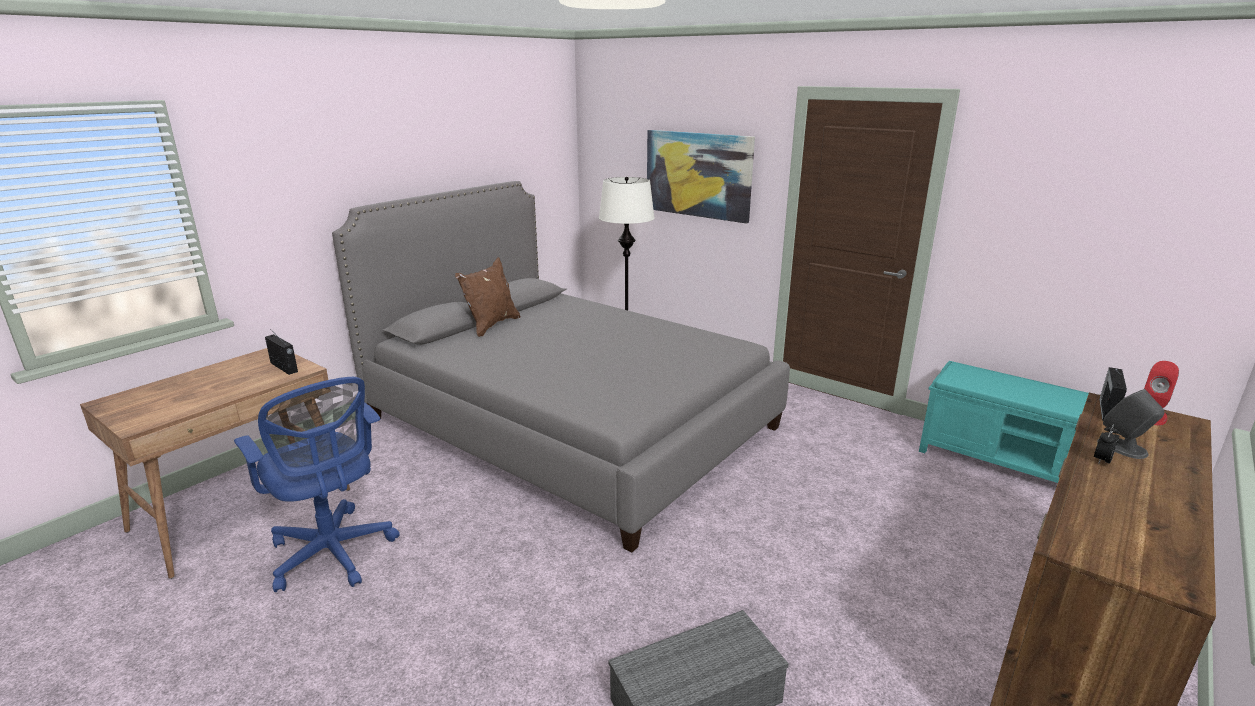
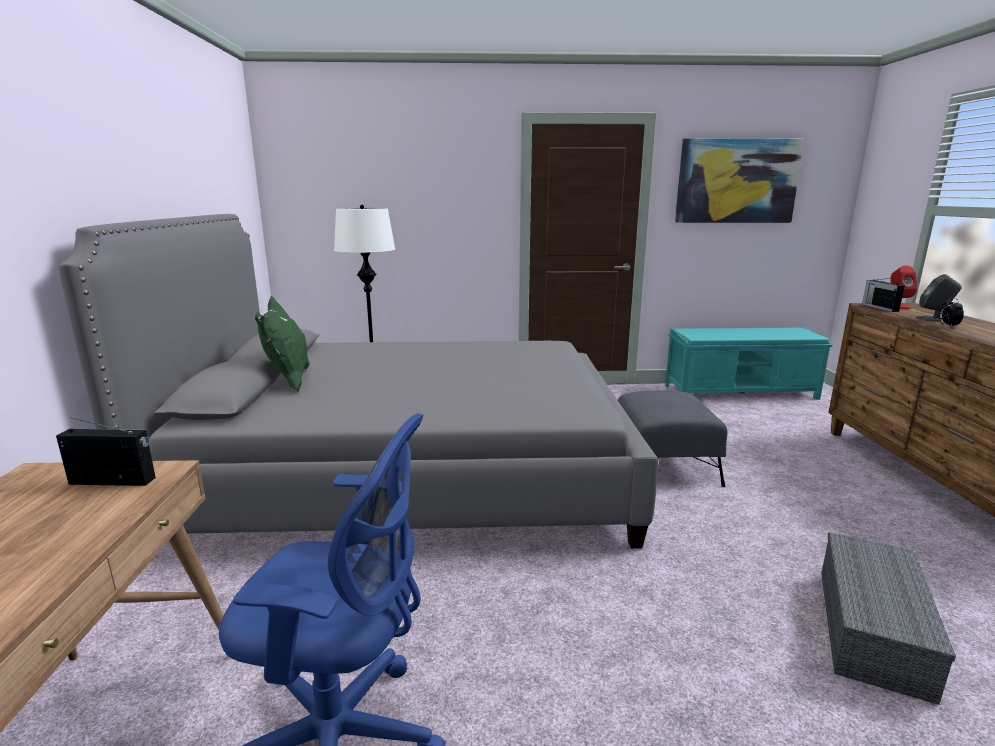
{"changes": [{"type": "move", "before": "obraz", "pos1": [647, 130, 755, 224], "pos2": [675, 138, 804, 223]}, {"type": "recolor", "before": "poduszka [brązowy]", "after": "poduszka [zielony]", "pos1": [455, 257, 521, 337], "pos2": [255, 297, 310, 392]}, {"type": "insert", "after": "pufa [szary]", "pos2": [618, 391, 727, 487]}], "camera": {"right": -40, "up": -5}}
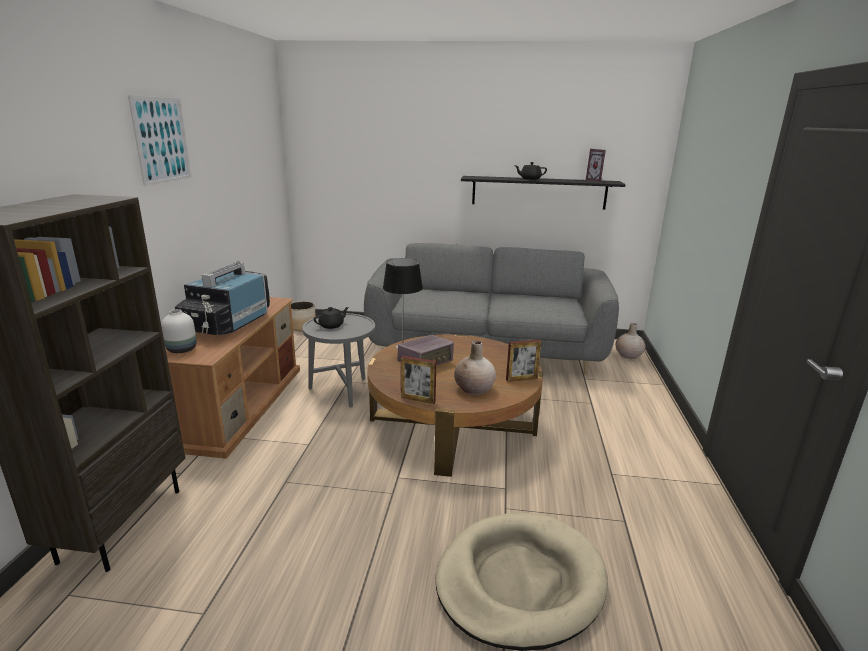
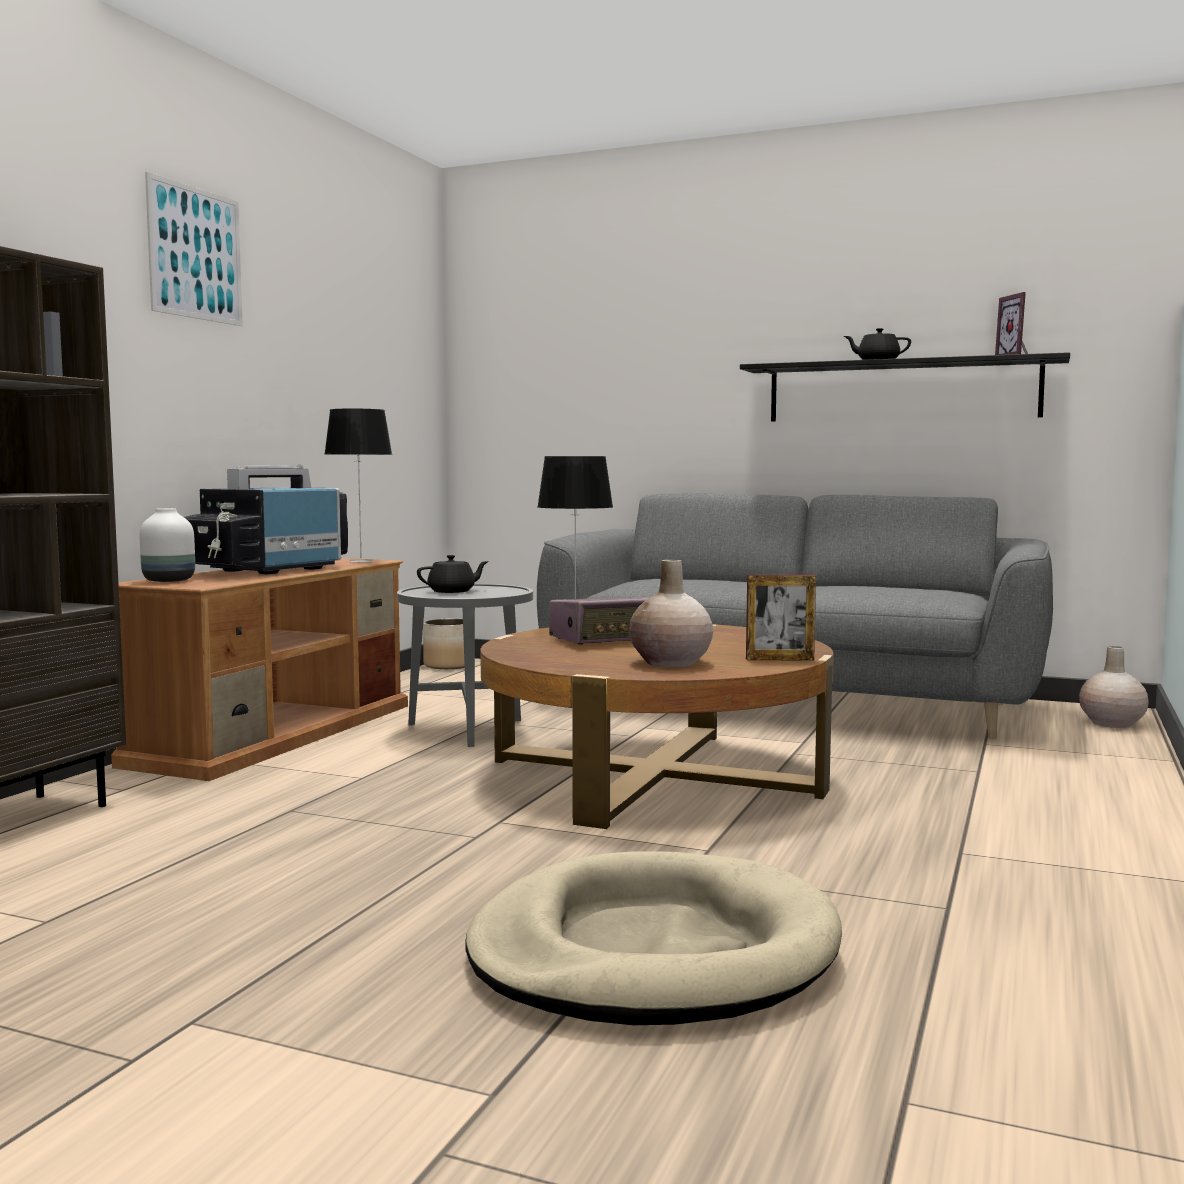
{"changes": [{"type": "delete", "before": "ramka na zdjęcie", "pos1": [401, 356, 436, 404]}, {"type": "insert", "after": "lampa stołowa", "pos2": [324, 409, 392, 562]}], "camera": {"right": 15, "up": -15}}
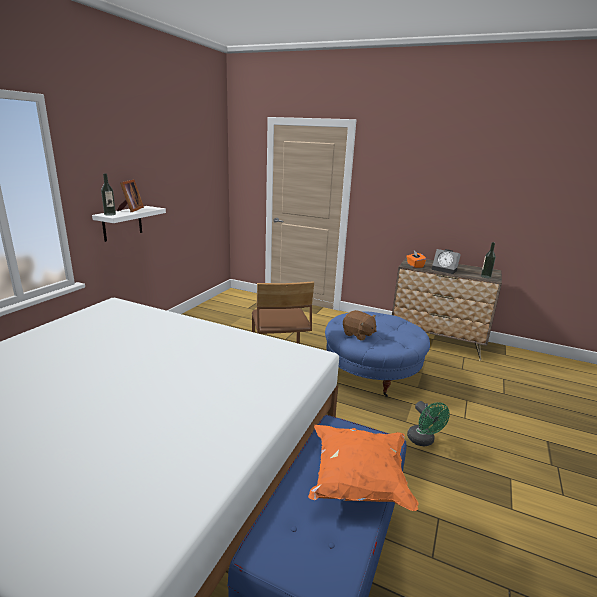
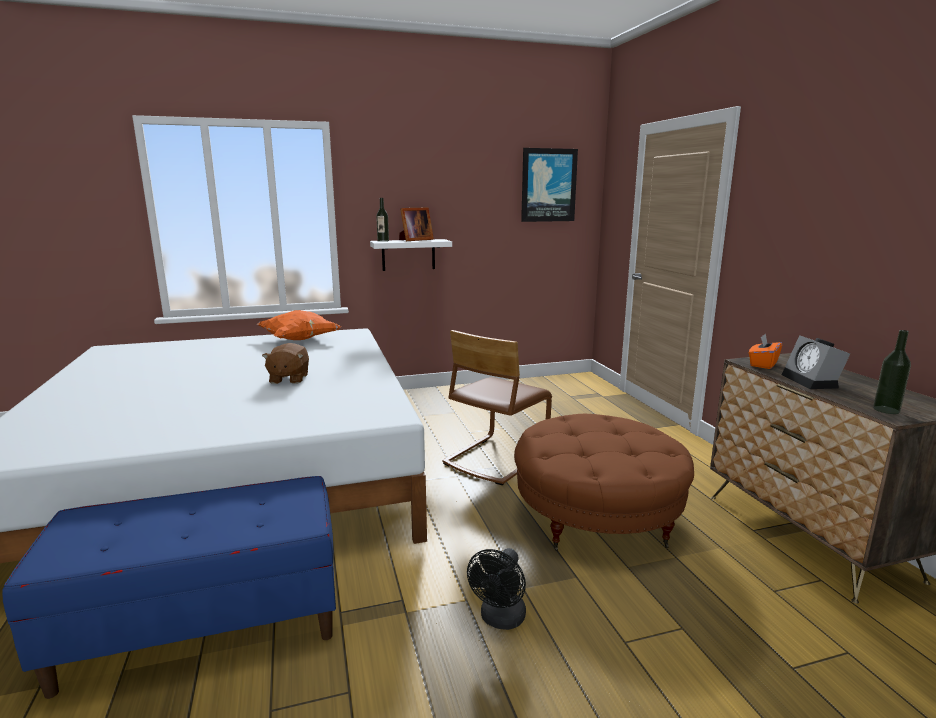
{"changes": [{"type": "move", "before": "pluszak [brązowy]", "pos1": [343, 310, 377, 341], "pos2": [262, 343, 309, 384]}, {"type": "recolor", "before": "pufa [niebieski]", "after": "pufa [brązowy]", "pos1": [325, 311, 430, 397], "pos2": [514, 414, 694, 551]}, {"type": "recolor", "before": "wentylator [zielony]", "after": "wentylator [czarny]", "pos1": [407, 401, 450, 446], "pos2": [467, 548, 526, 630]}, {"type": "move", "before": "poduszka [pomarańczowy]", "pos1": [308, 425, 419, 511], "pos2": [256, 310, 341, 340]}, {"type": "insert", "after": "obraz", "pos2": [521, 148, 578, 222]}], "camera": {"right": 50, "up": -5}}
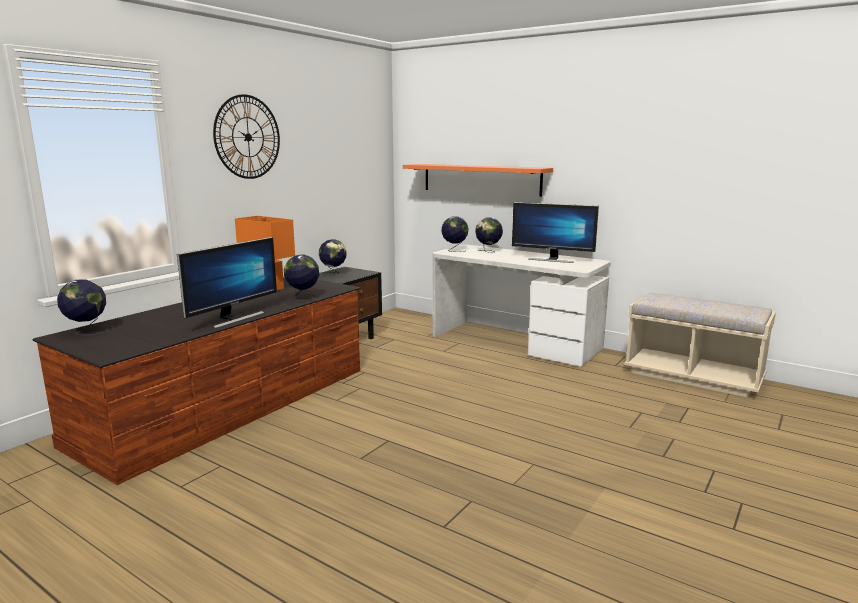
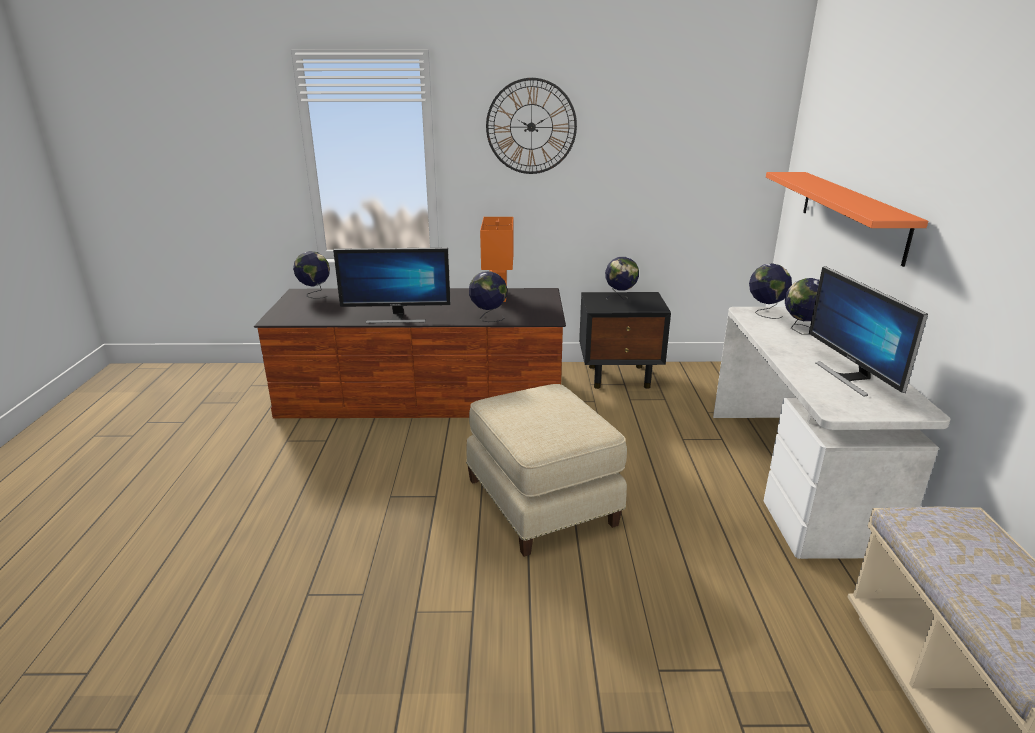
{"changes": [{"type": "insert", "after": "pufa [beżowy]", "pos2": [466, 384, 627, 557]}], "camera": {"right": 55, "up": 10}}
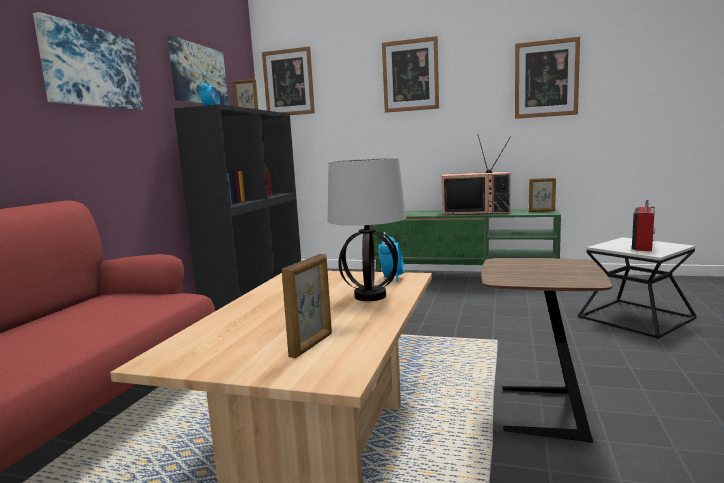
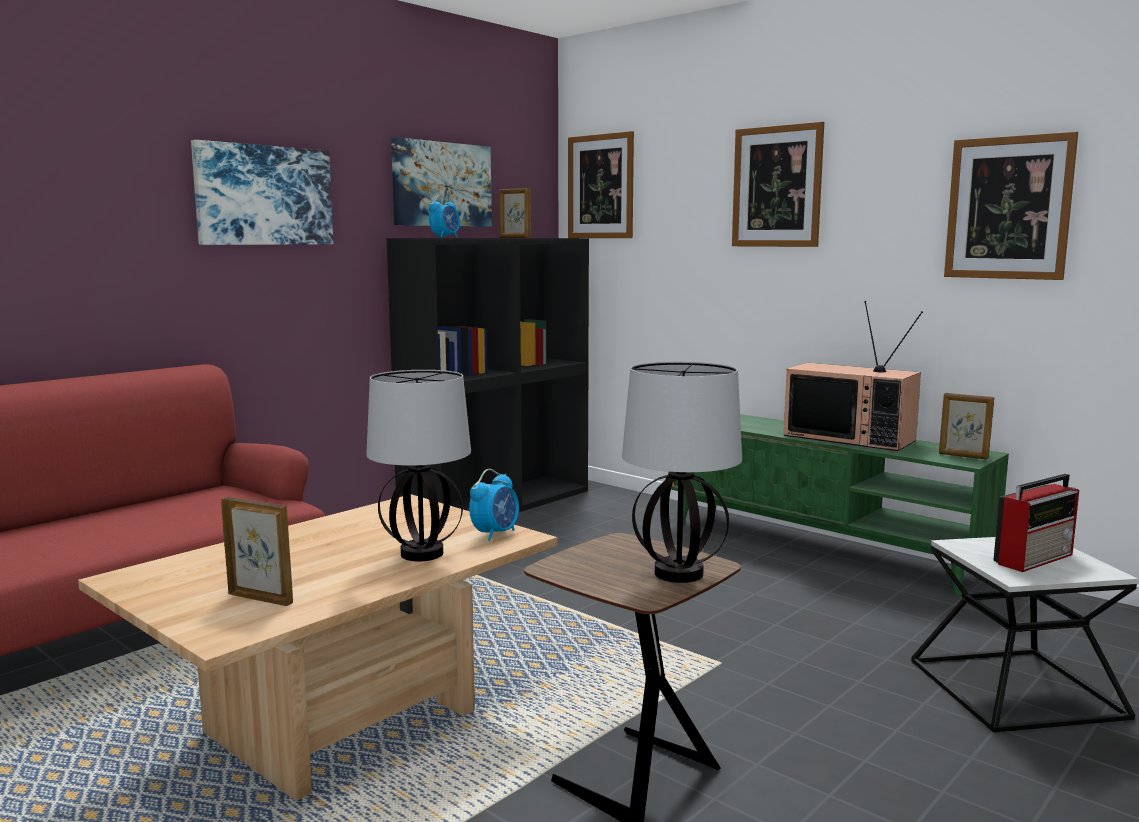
{"changes": [{"type": "rotate", "before": "ramka na zdjęcie", "pos1": [282, 254, 332, 358], "pos2": [221, 497, 293, 606], "turn": -120}, {"type": "insert", "after": "lampa stołowa", "pos2": [622, 361, 742, 583]}], "camera": {"right": 25, "up": 0}}
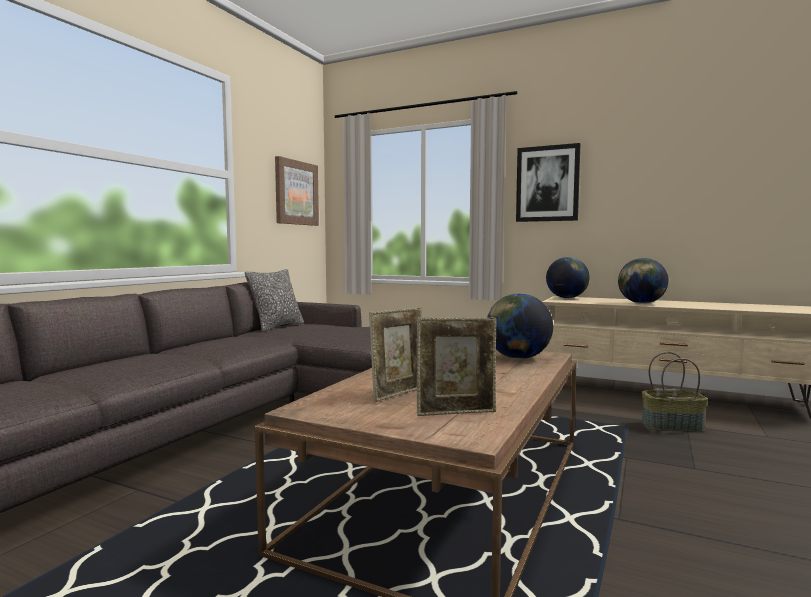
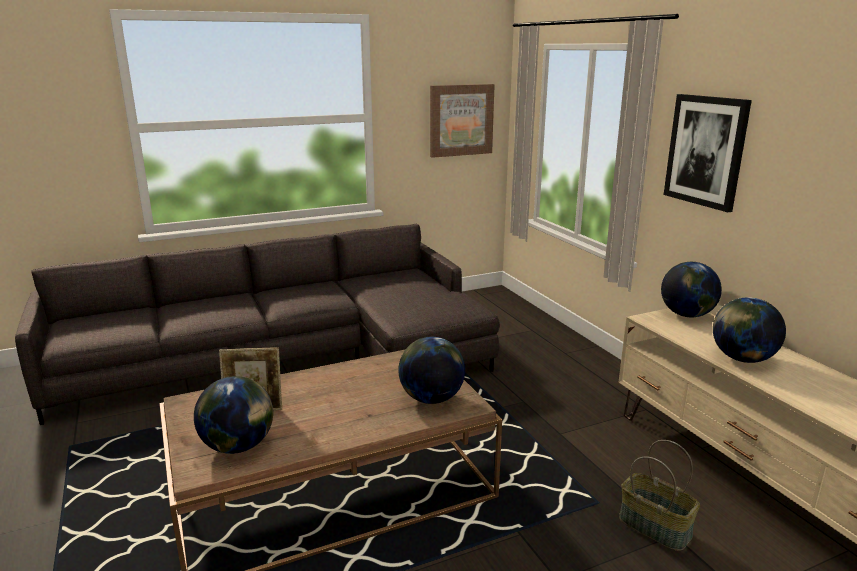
{"changes": [{"type": "delete", "before": "poduszka", "pos1": [245, 269, 304, 332]}, {"type": "replace", "before": "ramka na zdjęcie", "after": "globus", "pos1": [417, 317, 497, 416], "pos2": [194, 376, 273, 454]}], "camera": {"right": 40, "up": 15}}
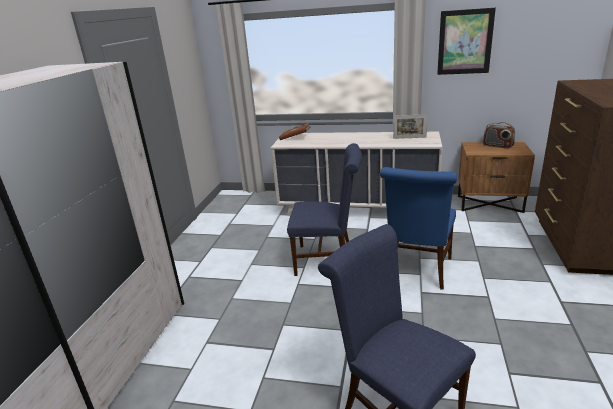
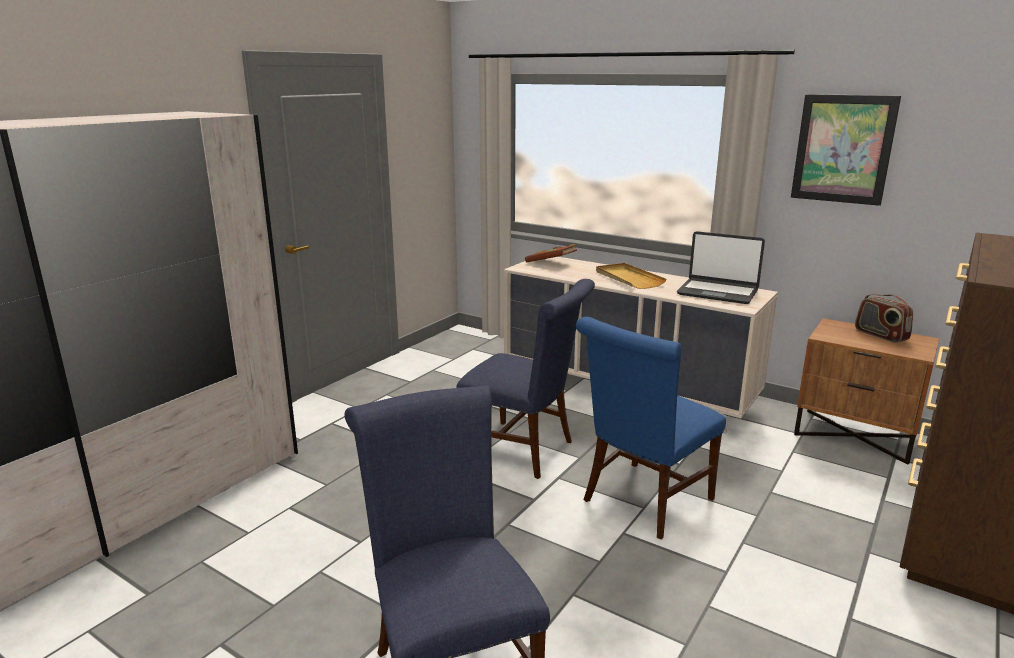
{"changes": [{"type": "replace", "before": "ramka na zdjęcie", "after": "laptop", "pos1": [393, 114, 428, 139], "pos2": [677, 231, 765, 304]}, {"type": "insert", "after": "taca [beżowy]", "pos2": [596, 263, 666, 289]}], "camera": {"right": 20, "up": -5}}
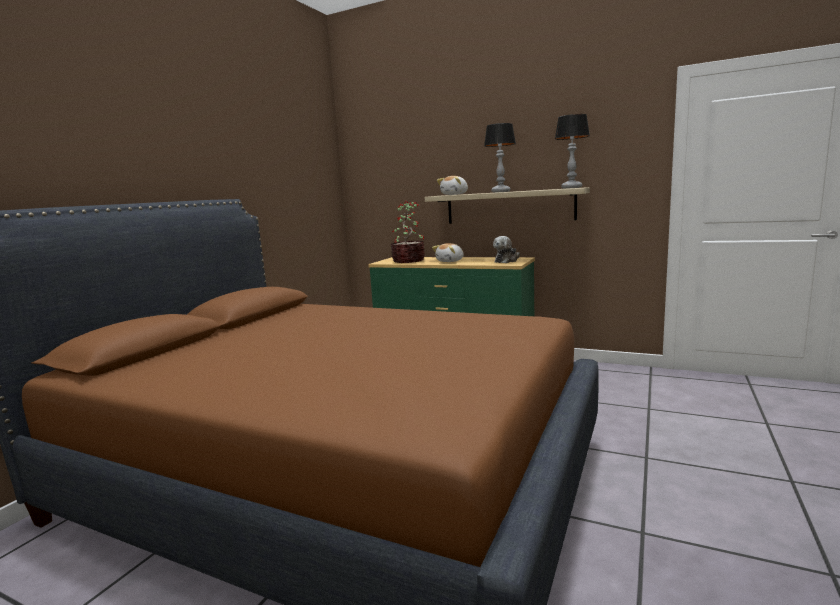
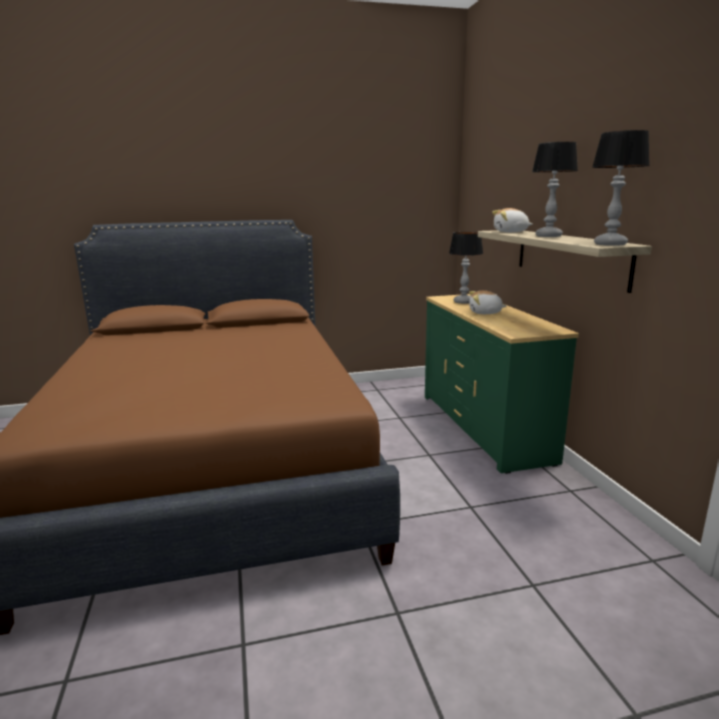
{"changes": [{"type": "replace", "before": "roślina doniczkowa", "after": "lampa stołowa", "pos1": [391, 201, 425, 263], "pos2": [449, 232, 483, 304]}, {"type": "delete", "before": "pluszak", "pos1": [493, 236, 520, 263]}], "camera": {"right": 50, "up": 5}}
